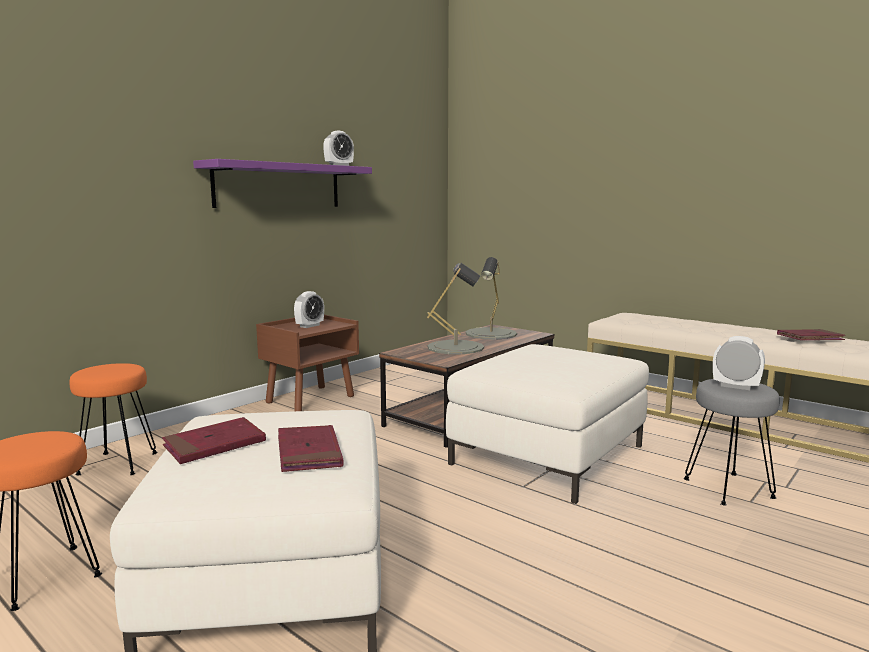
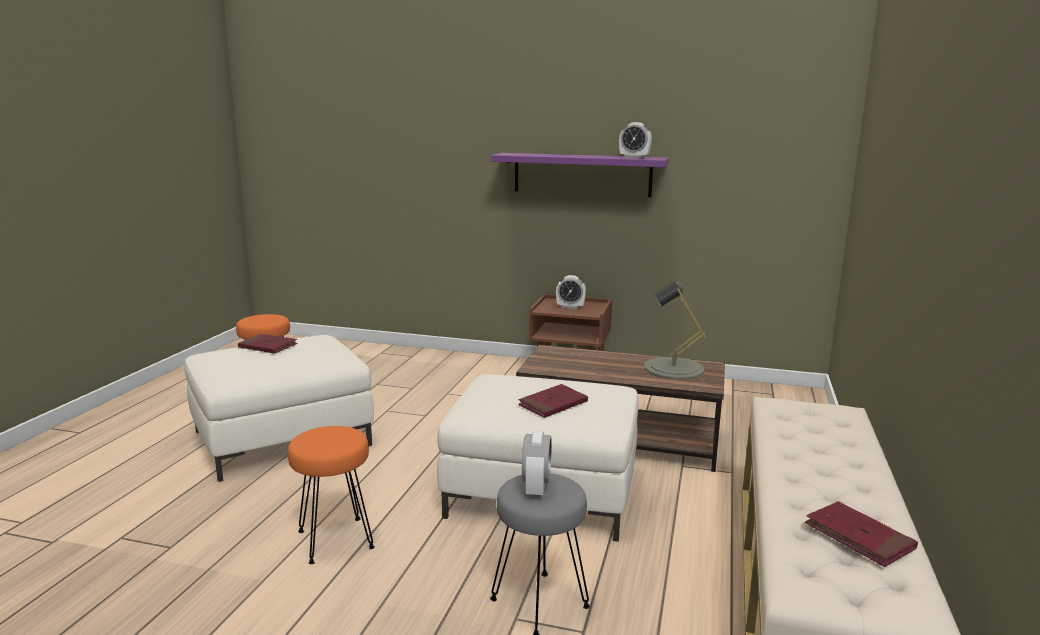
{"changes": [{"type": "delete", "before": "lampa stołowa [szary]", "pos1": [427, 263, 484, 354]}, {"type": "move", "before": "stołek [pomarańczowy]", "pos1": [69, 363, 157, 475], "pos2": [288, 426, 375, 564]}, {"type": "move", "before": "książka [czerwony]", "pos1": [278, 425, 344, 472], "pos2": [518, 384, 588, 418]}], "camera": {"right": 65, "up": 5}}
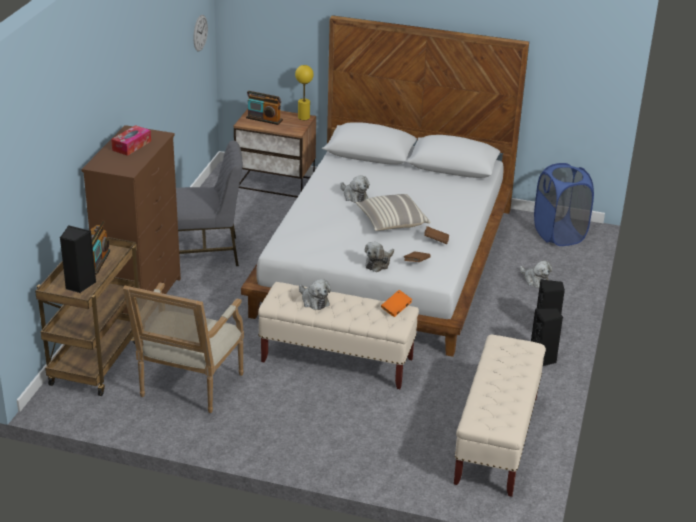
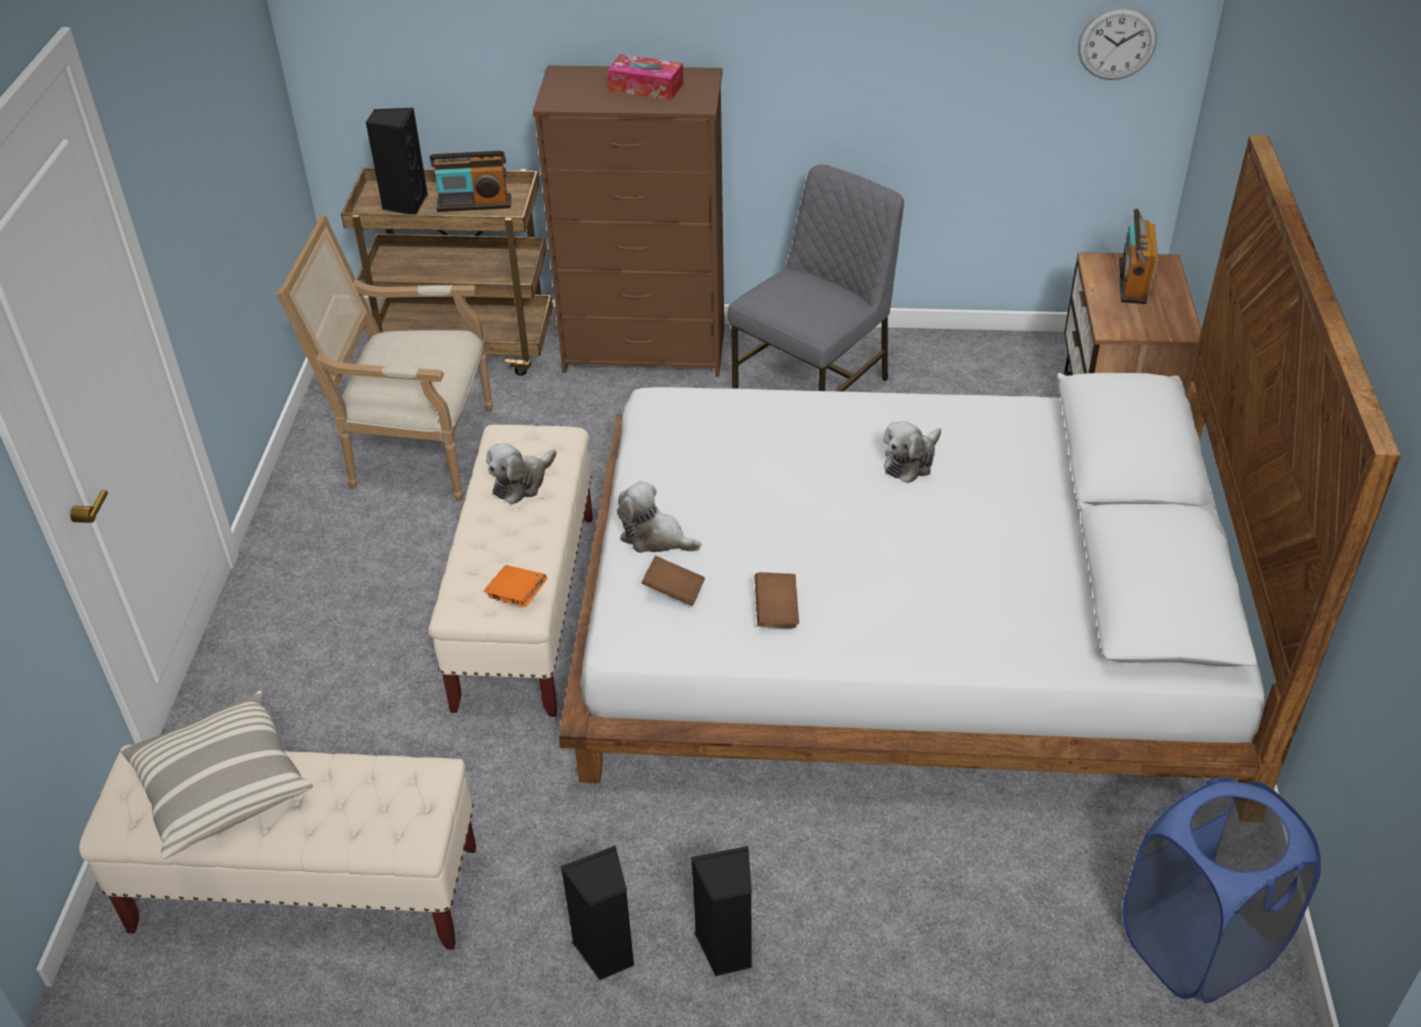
{"changes": [{"type": "delete", "before": "lampa stołowa [żółty]", "pos1": [295, 65, 314, 120]}, {"type": "rotate", "before": "krzesło [szary]", "pos1": [176, 141, 243, 266], "pos2": [728, 165, 904, 392], "turn": -120}, {"type": "move", "before": "poduszka", "pos1": [356, 194, 430, 231], "pos2": [120, 690, 313, 859]}, {"type": "delete", "before": "pluszak", "pos1": [520, 261, 552, 288]}], "camera": {"right": 80, "up": 10}}
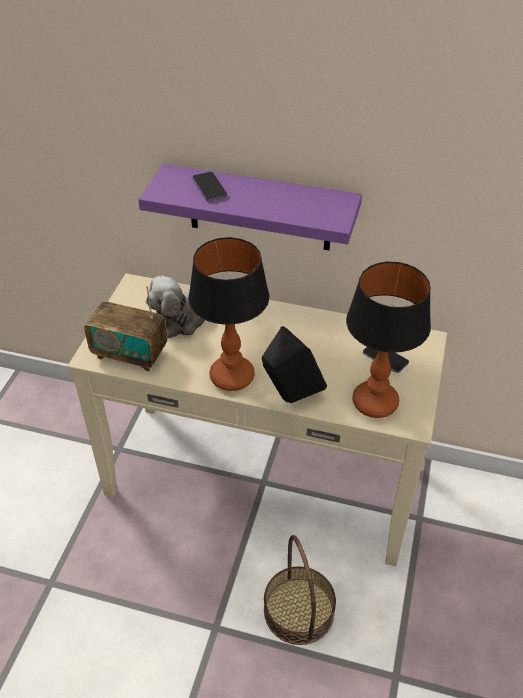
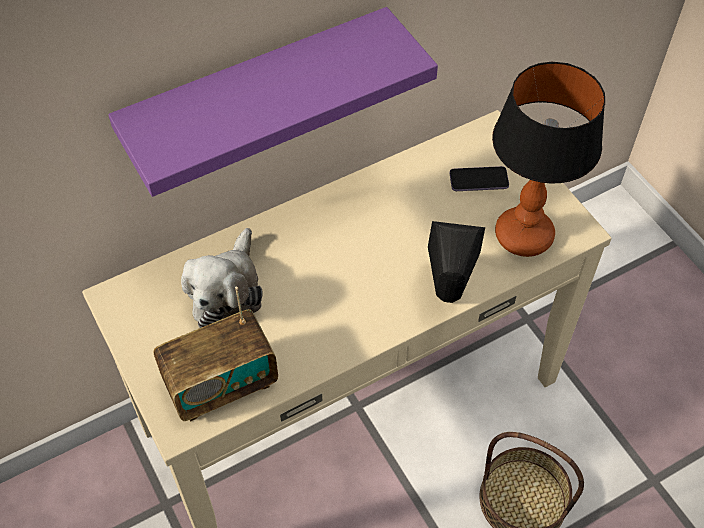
{"changes": [{"type": "delete", "before": "telefon", "pos1": [192, 172, 228, 201]}, {"type": "delete", "before": "lampa stołowa", "pos1": [188, 237, 269, 391]}], "camera": {"right": -45, "up": 10}}
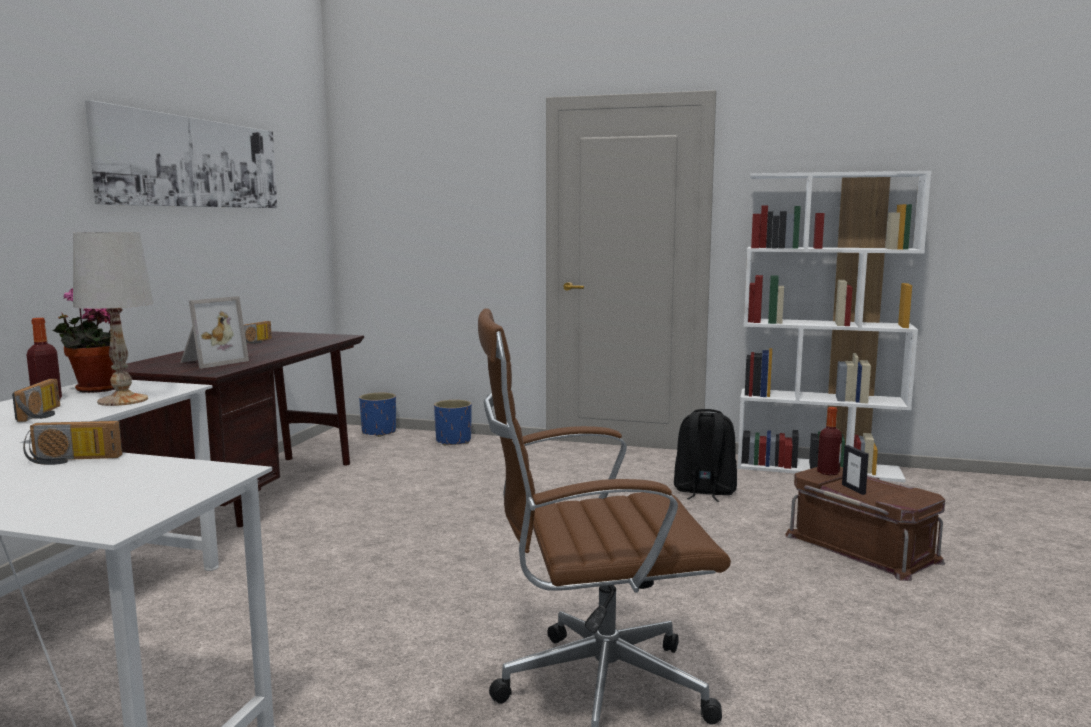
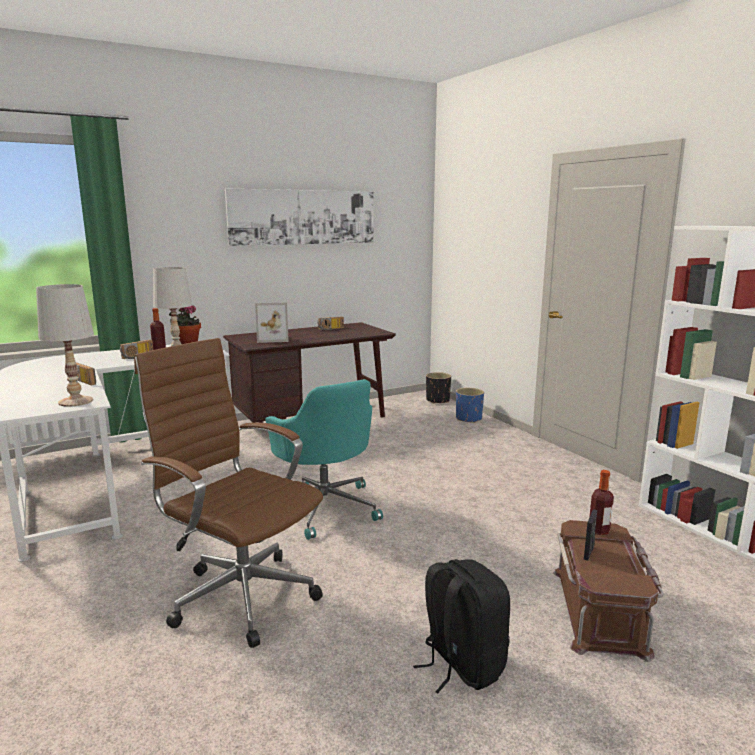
{"changes": [{"type": "recolor", "before": "donica [niebieski]", "after": "donica [czarny]", "pos1": [359, 393, 396, 437], "pos2": [426, 372, 451, 404]}, {"type": "move", "before": "plecak [czarny]", "pos1": [674, 409, 737, 502], "pos2": [413, 559, 510, 693]}, {"type": "insert", "after": "lampa stołowa [biały]", "pos2": [36, 284, 94, 407]}, {"type": "insert", "after": "krzesło biurowe [turkusowy]", "pos2": [265, 379, 383, 540]}], "camera": {"right": 45, "up": 5}}
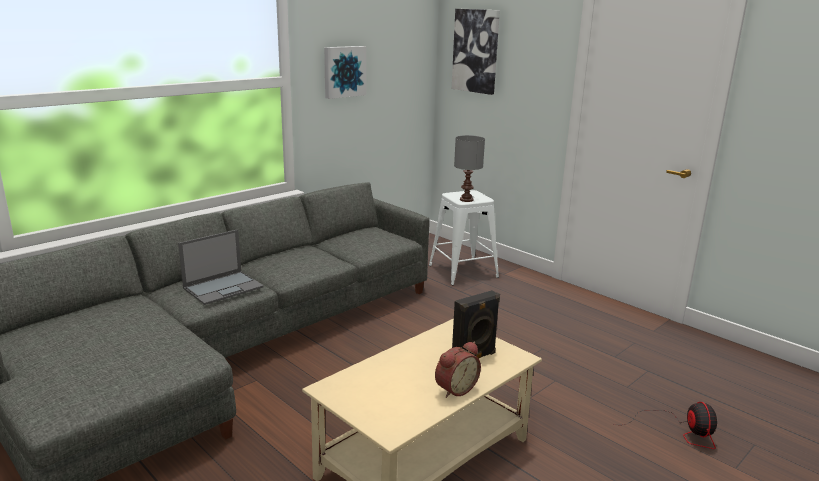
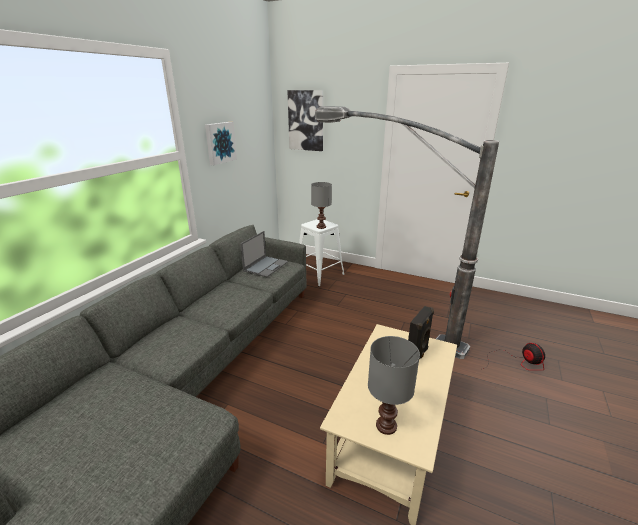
{"changes": [{"type": "move", "before": "laptop", "pos1": [178, 229, 264, 305], "pos2": [240, 231, 288, 277]}, {"type": "delete", "before": "budzik", "pos1": [435, 341, 481, 398]}, {"type": "insert", "after": "lampa stojąca", "pos2": [315, 106, 499, 359]}, {"type": "insert", "after": "lampa stołowa [szary]", "pos2": [368, 336, 420, 435]}], "camera": {"right": -20, "up": 5}}
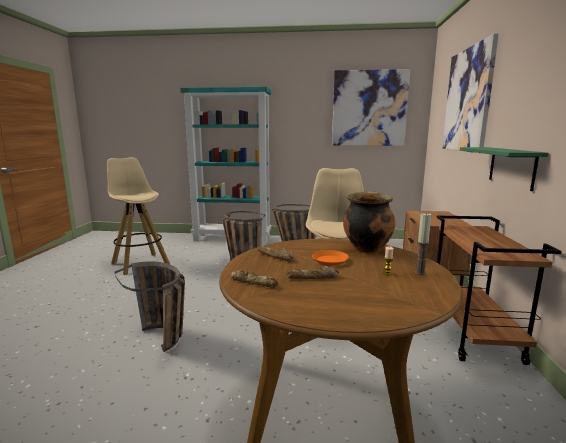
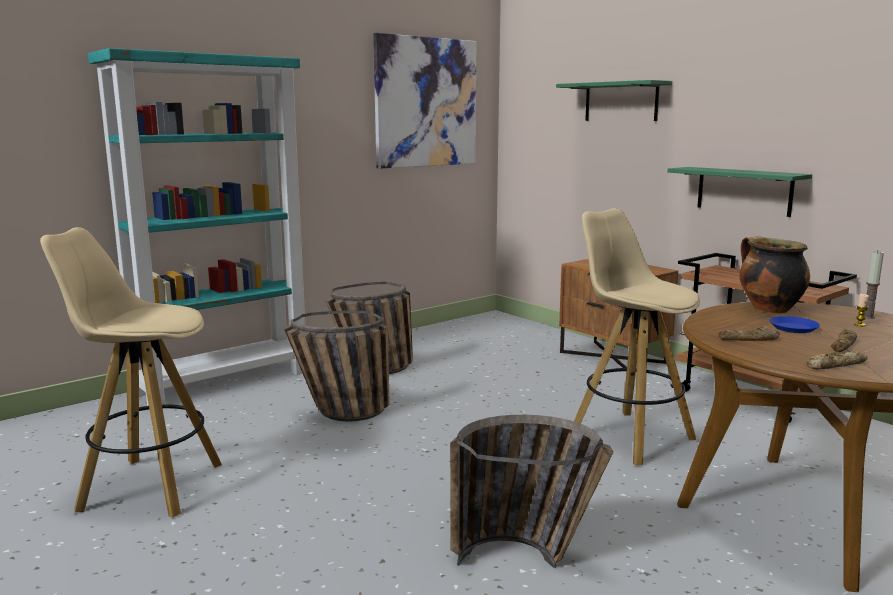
{"changes": [{"type": "replace", "before": "obraz", "after": "półka [zielony]", "pos1": [442, 33, 499, 153], "pos2": [556, 80, 672, 121]}, {"type": "recolor", "before": "talerz [pomarańczowy]", "after": "talerz [niebieski]", "pos1": [312, 250, 349, 266], "pos2": [769, 316, 820, 333]}], "camera": {"right": -45, "up": 0}}
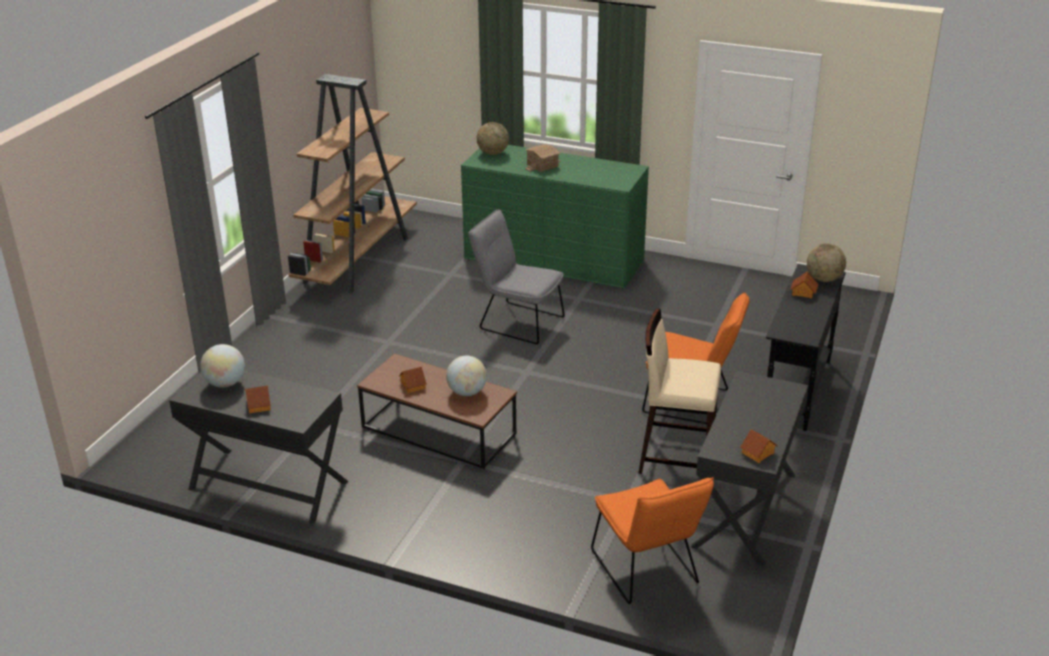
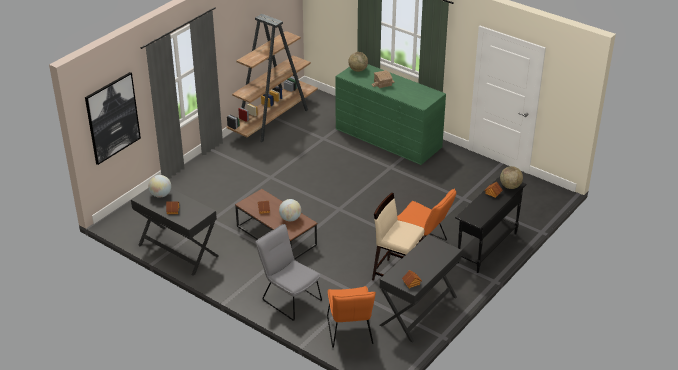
{"changes": [{"type": "move", "before": "krzesło [szary]", "pos1": [468, 209, 565, 344], "pos2": [256, 224, 322, 321]}, {"type": "insert", "after": "obraz", "pos2": [85, 72, 141, 165]}], "camera": {"right": 15, "up": 5}}
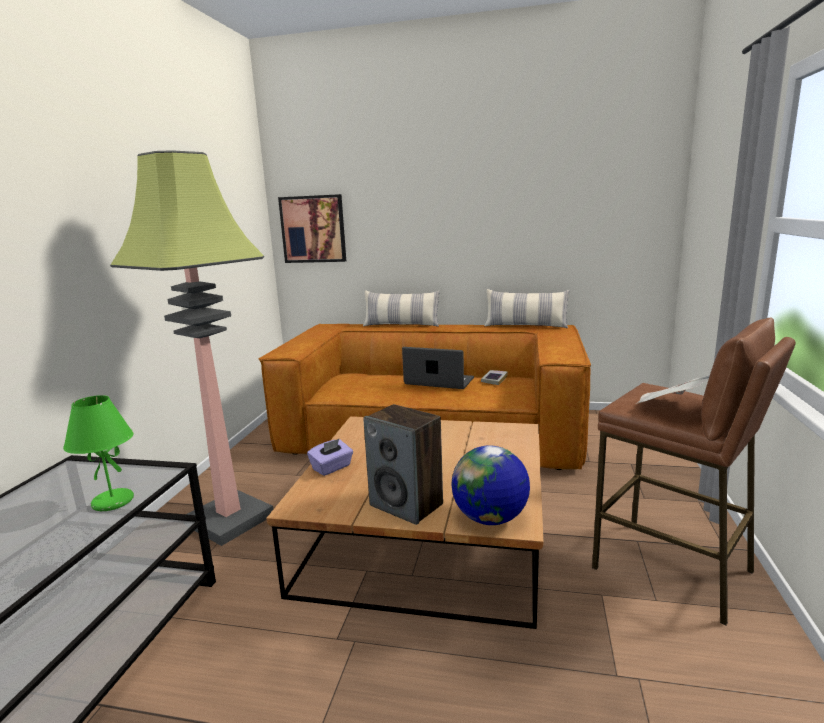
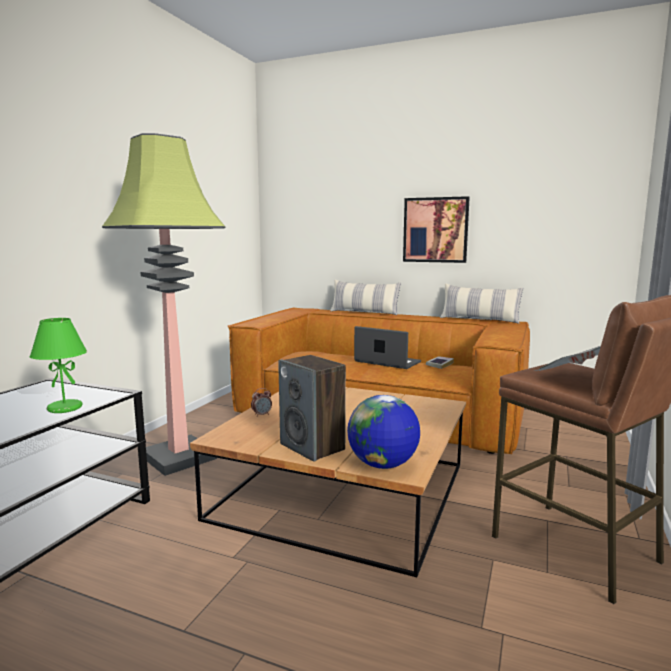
{"changes": [{"type": "move", "before": "obraz", "pos1": [278, 194, 346, 263], "pos2": [403, 196, 470, 263]}, {"type": "replace", "before": "pudełko chusteczek [fioletowy]", "after": "budzik", "pos1": [307, 439, 353, 476], "pos2": [251, 388, 272, 417]}], "camera": {"right": 10, "up": -5}}
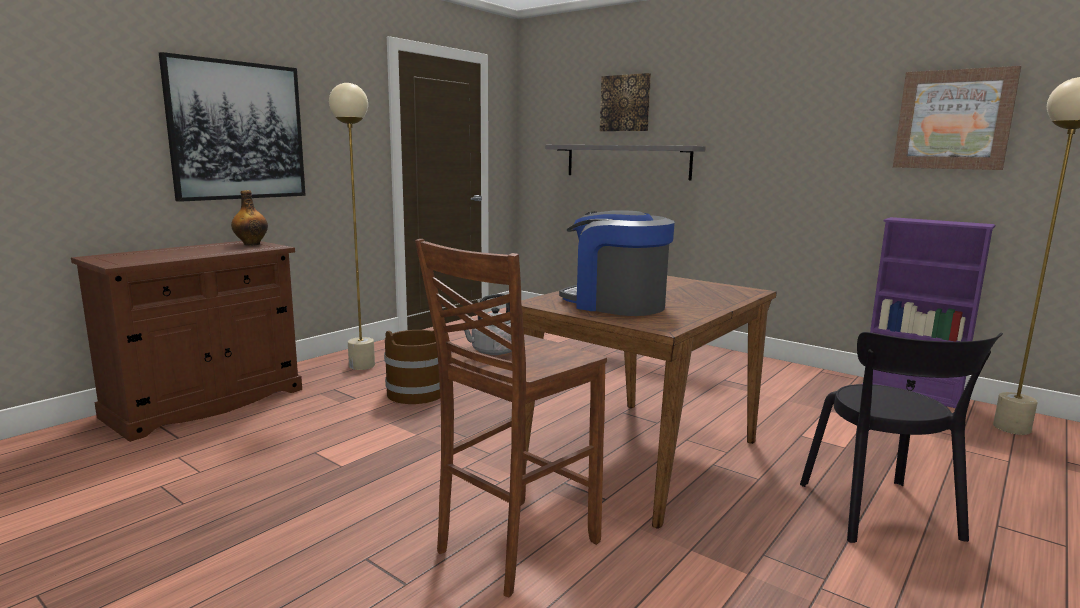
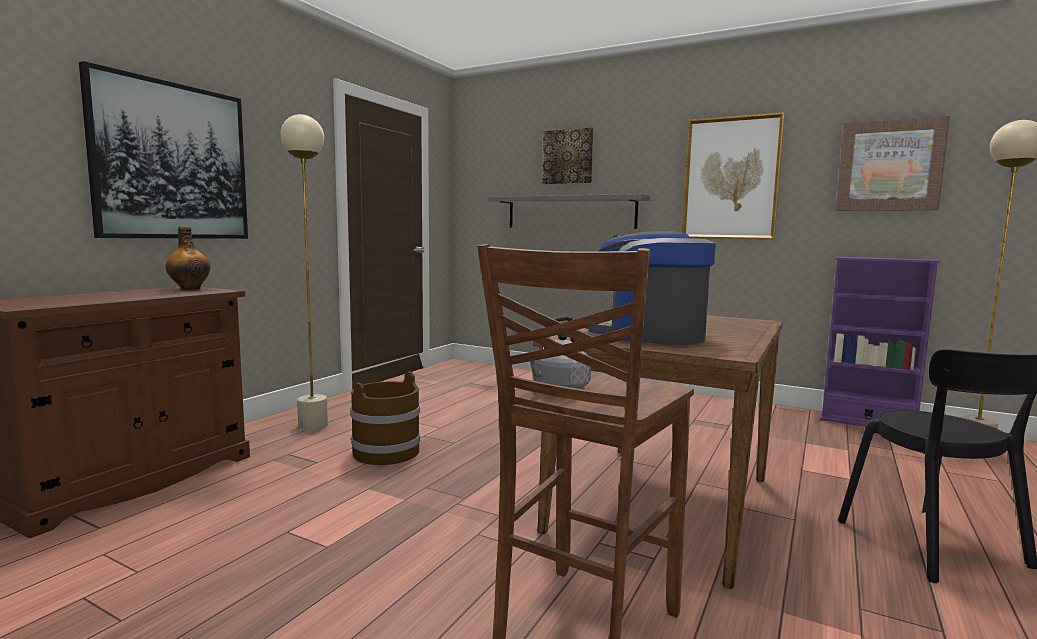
{"changes": [{"type": "insert", "after": "obraz", "pos2": [682, 112, 785, 239]}], "camera": {"right": -10, "up": -5}}
